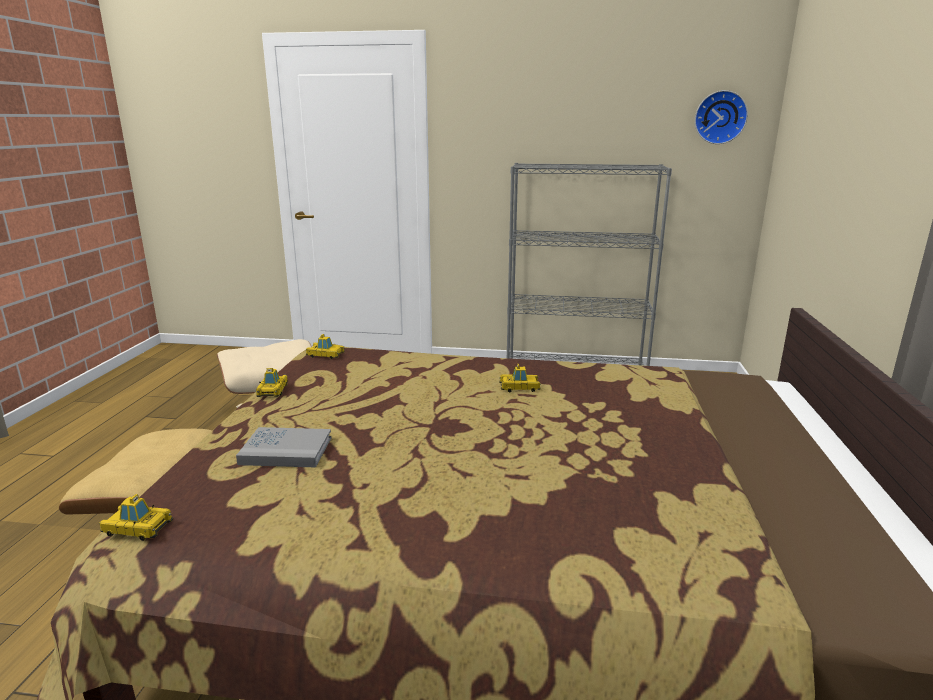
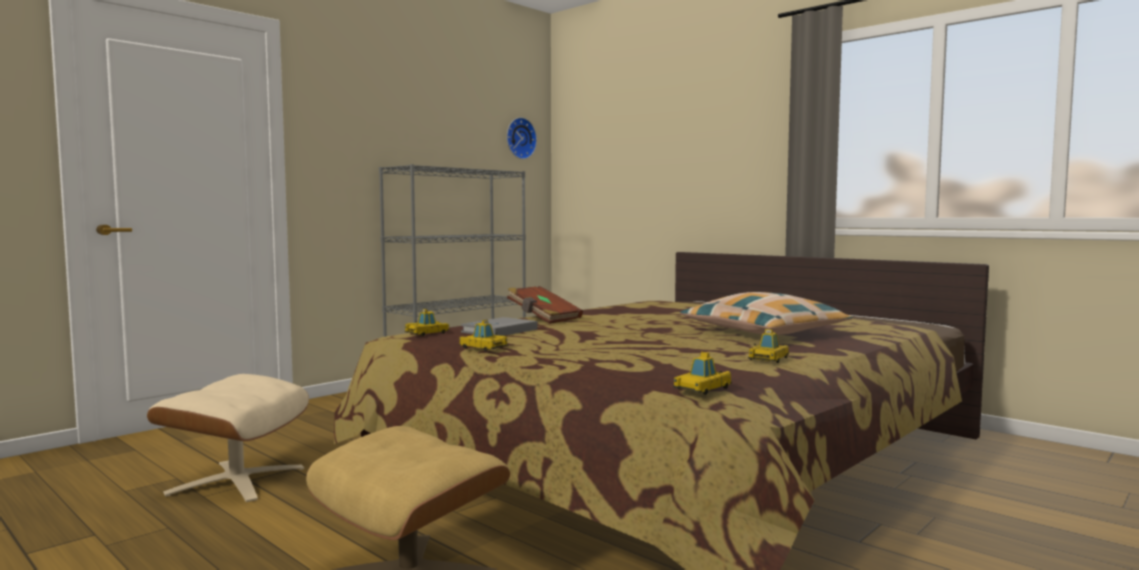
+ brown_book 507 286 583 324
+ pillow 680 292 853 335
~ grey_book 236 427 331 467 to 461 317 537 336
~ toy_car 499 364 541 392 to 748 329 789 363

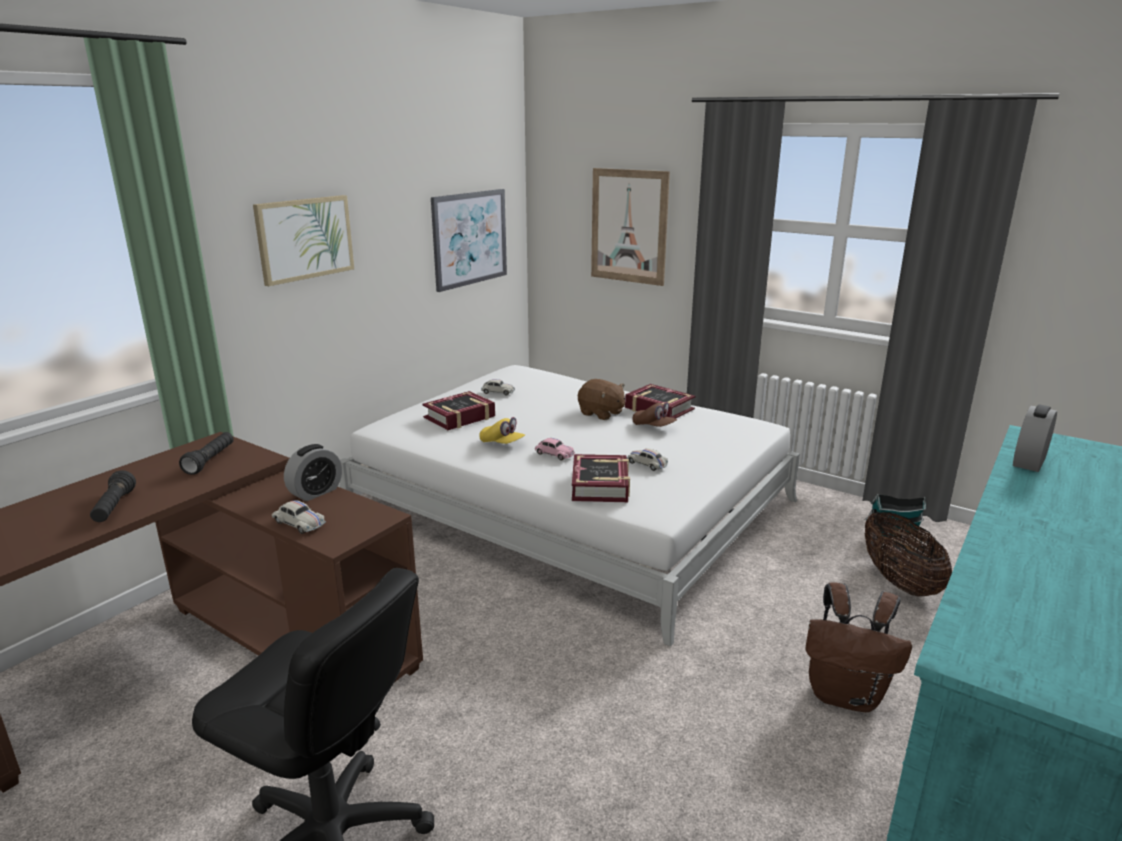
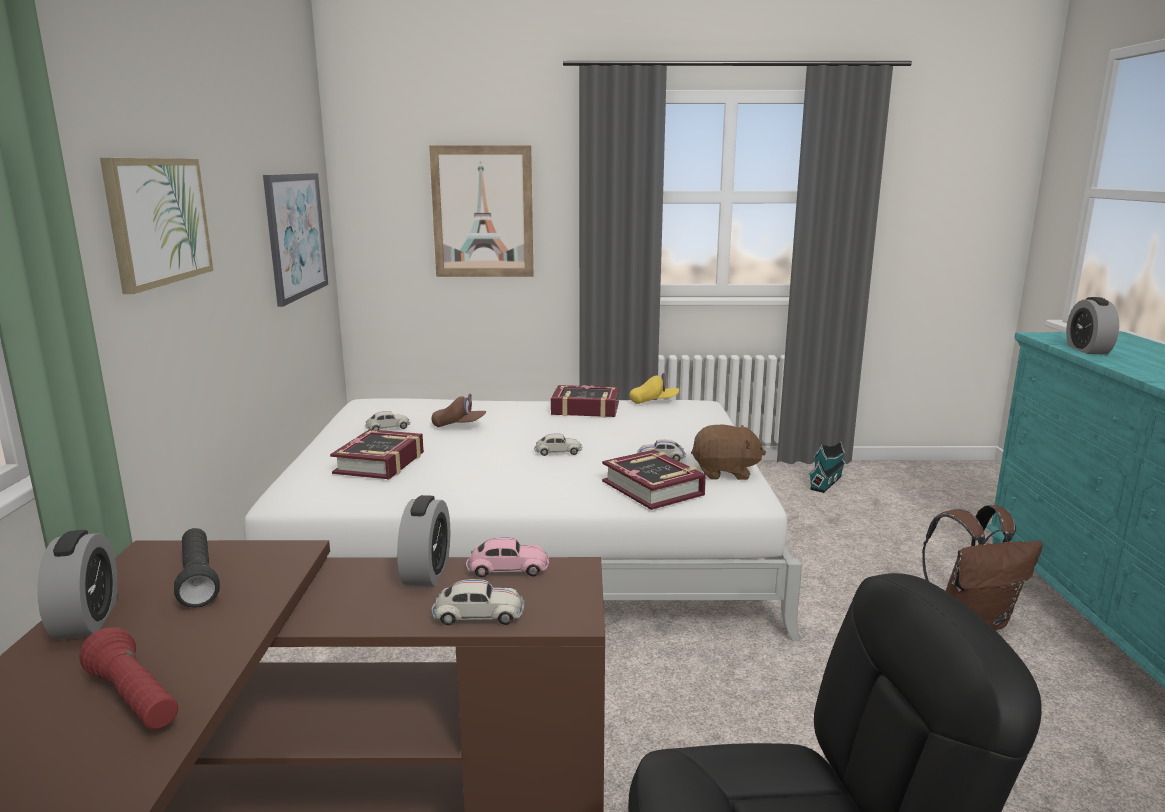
- basket 865 512 952 596
+ alarm_clock 38 530 118 640
+ white_toy_car 534 434 583 456
~ yellow_cap 479 417 525 444 to 629 373 679 404
~ pink_toy_car 535 438 575 460 to 466 537 549 578
~ brown_plush_toy 578 379 625 420 to 691 425 766 480
~ brown_cap 632 402 677 427 to 432 394 486 427
~ black_flashlight 90 470 136 522 to red_flashlight 80 627 178 730

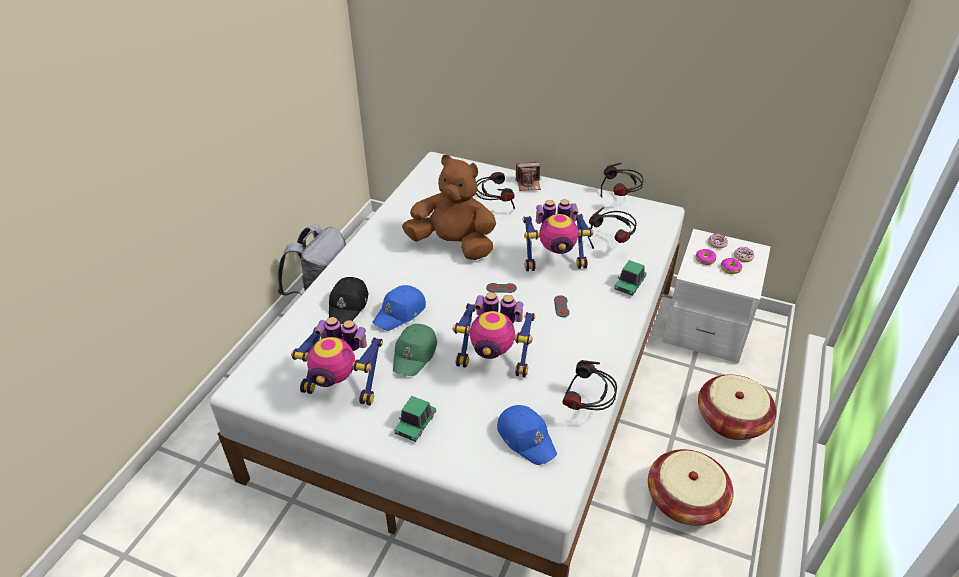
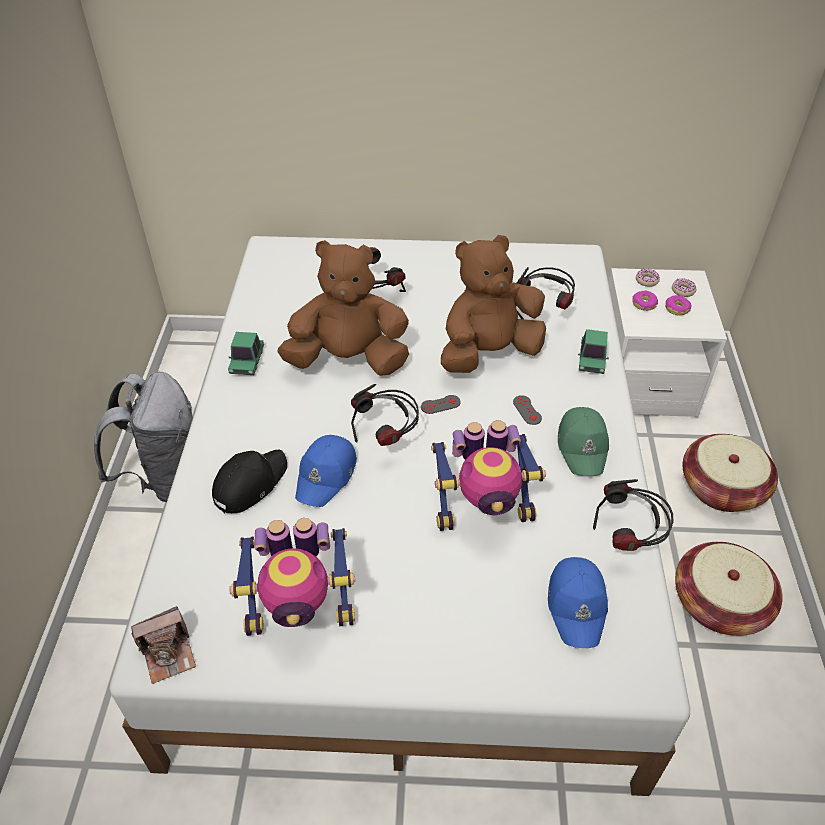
~ green_cap 393 324 437 376 to 558 407 609 476
~ toy_car 394 396 436 442 to 228 332 264 375
~ photo_camera 515 162 541 191 to 131 606 196 684
~ headphones 601 163 644 198 to 351 384 419 446
~ toy_robot 523 199 593 271 to brown_plush_toy 441 235 546 373
~ black_cap 329 277 369 324 = 212 449 287 513 135 degrees counterclockwise
~ blue_cap 497 405 557 465 = 548 557 608 648 60 degrees clockwise

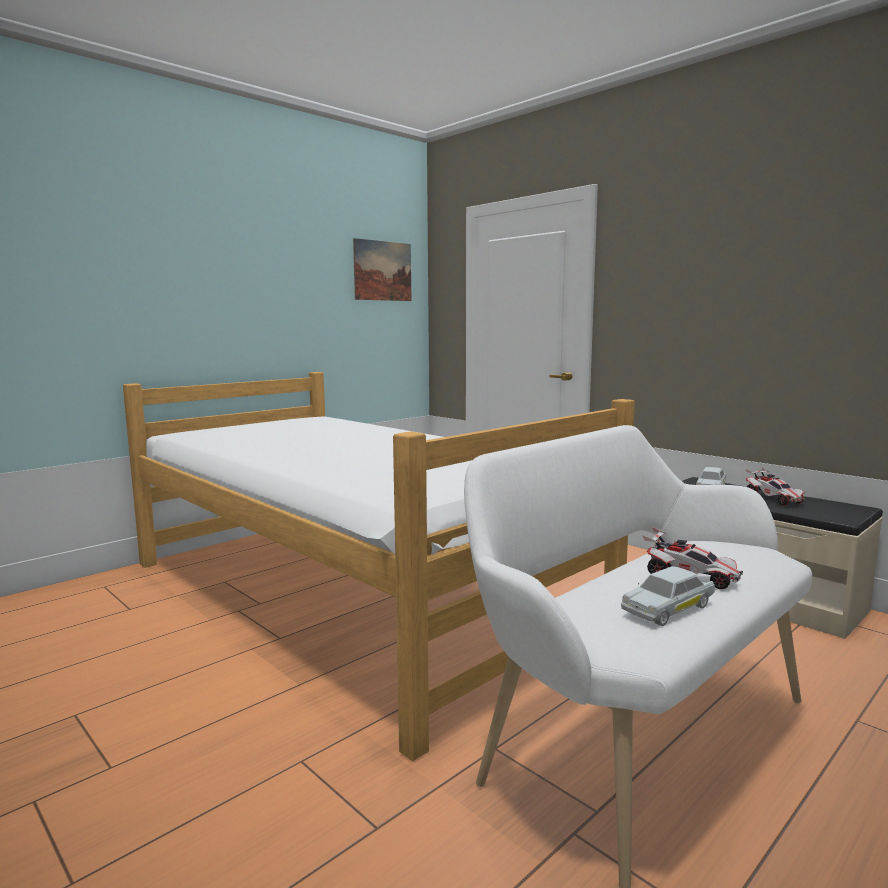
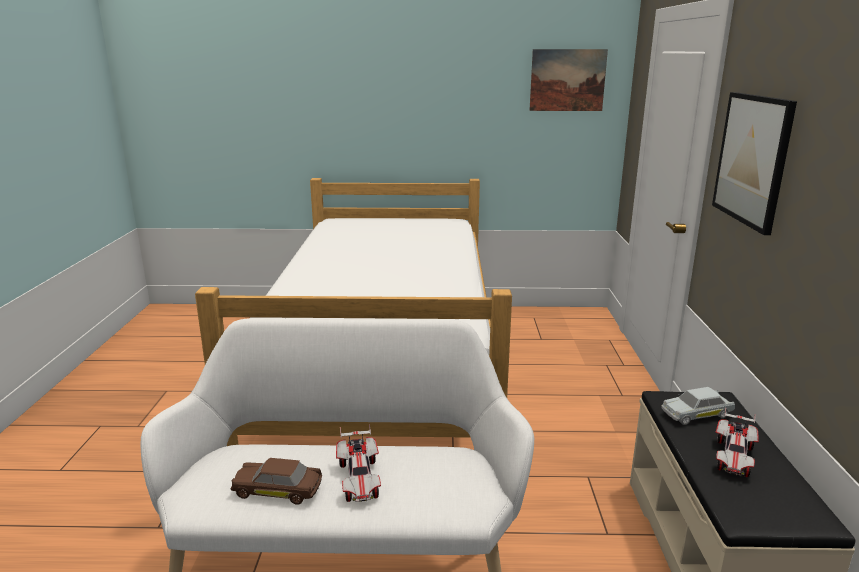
+ picture 712 92 797 235
~ white_toy_car 621 566 715 626 to brown_toy_car 230 458 322 505

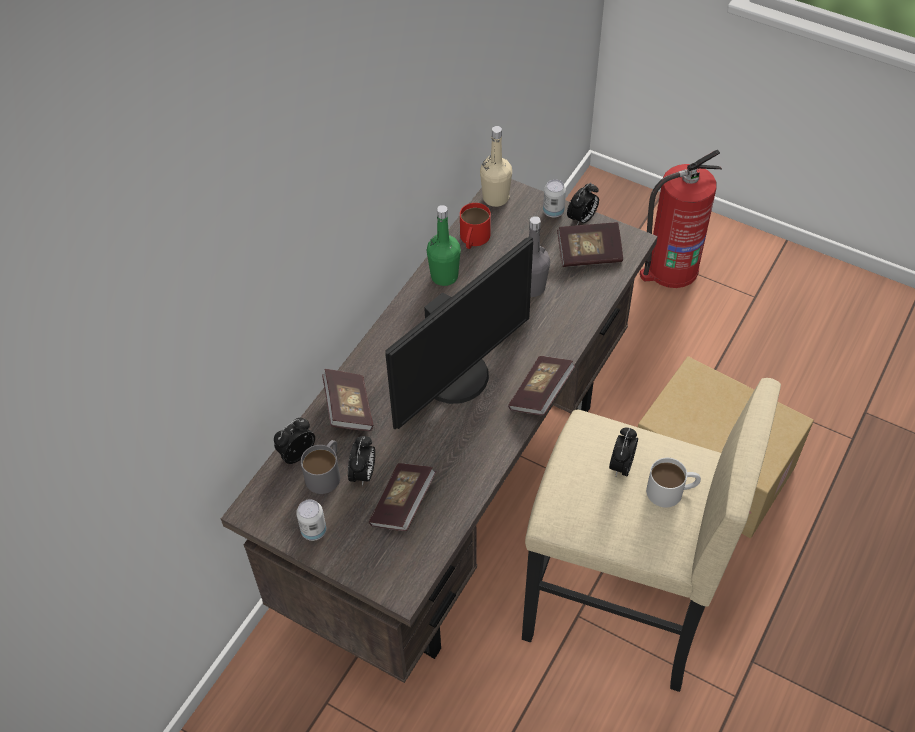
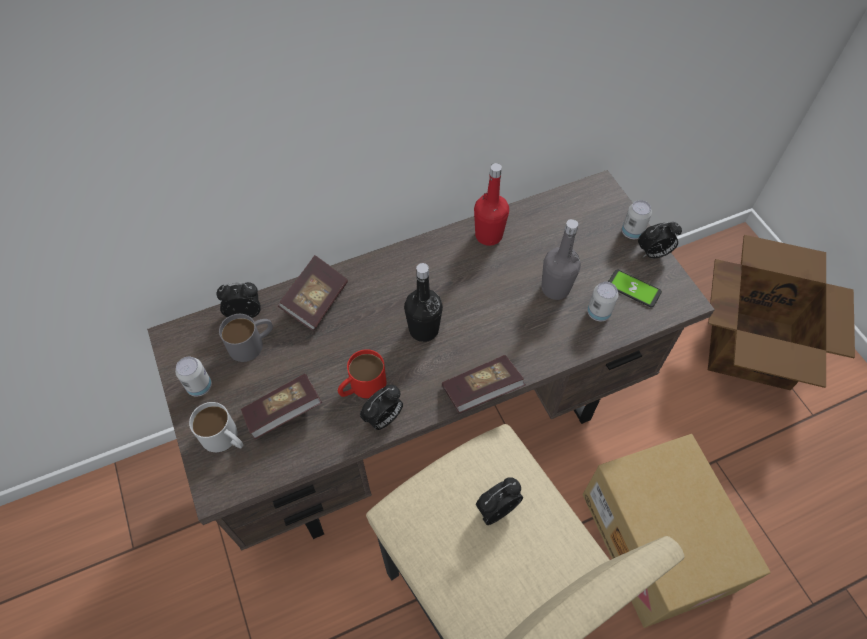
- beige_bottle 480 126 512 207
+ can 587 282 618 321
~ alarm_clock 348 436 375 486 to 360 385 403 430
~ red_mug 460 203 491 249 to 338 349 386 399
~ white_mug 646 458 701 508 to 189 402 244 452
~ monitor 385 237 533 430 to black_bottle 404 263 443 342
~ book 557 222 623 267 to phone 608 270 662 308
~ fire_extinguisher 640 149 722 288 to cardboard_box 708 235 855 390
~ green_bottle 427 205 461 286 to red_bottle 474 163 509 246

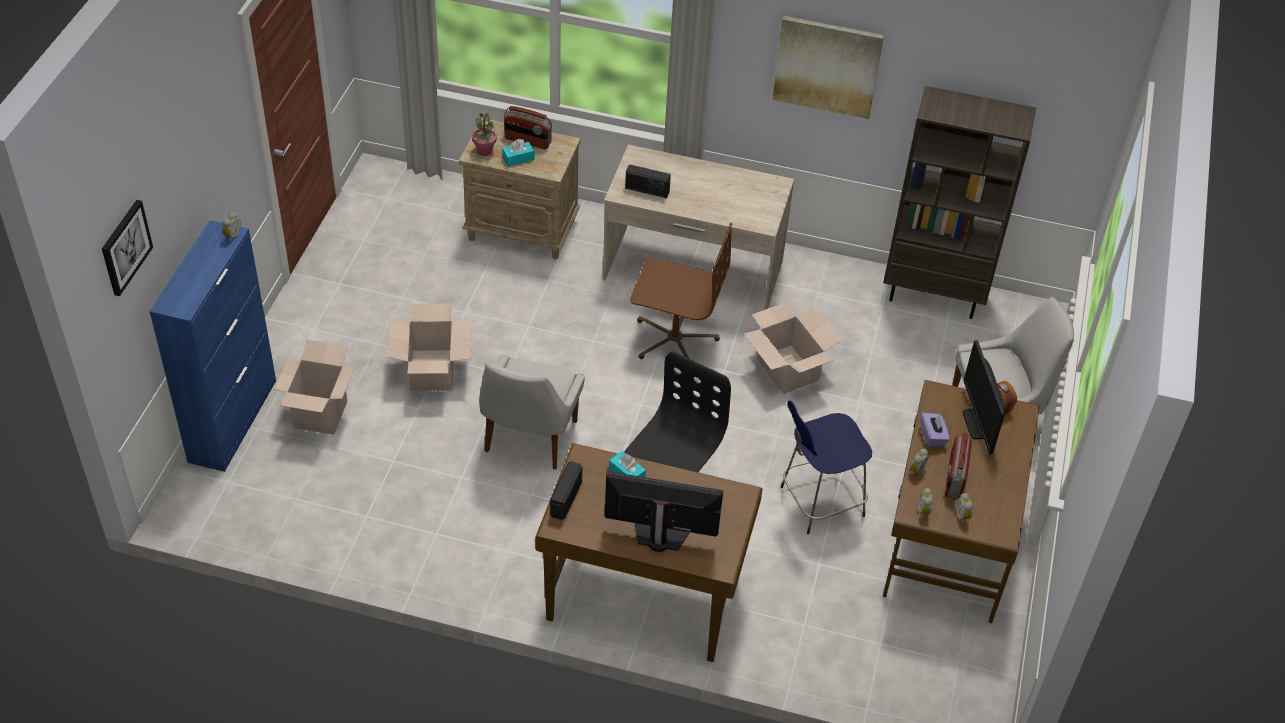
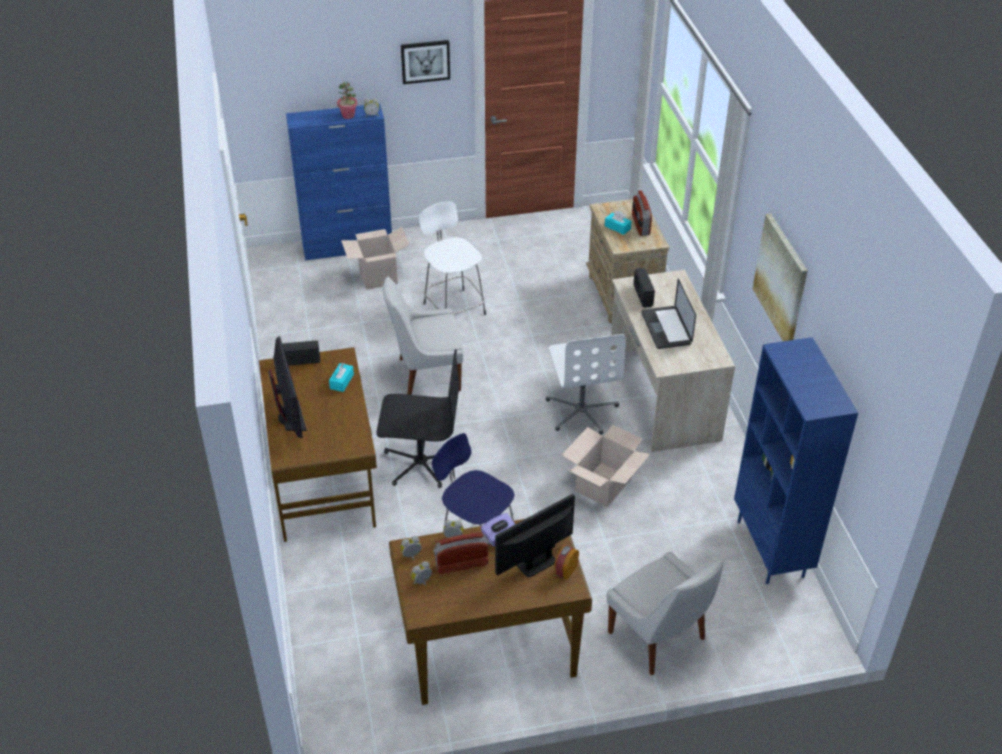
+ laptop 641 279 696 349
~ picture 102 200 153 296 to 401 40 450 84
~ potted_plant 472 113 497 156 to 337 82 357 119
~ cardboard_box 387 304 472 391 to white_stool 419 202 486 315
~ brown_office_chair 630 223 732 359 to white_office_chair 546 334 626 435
~ brown_bookcase 883 86 1036 319 to blue_bookcase 734 337 858 584

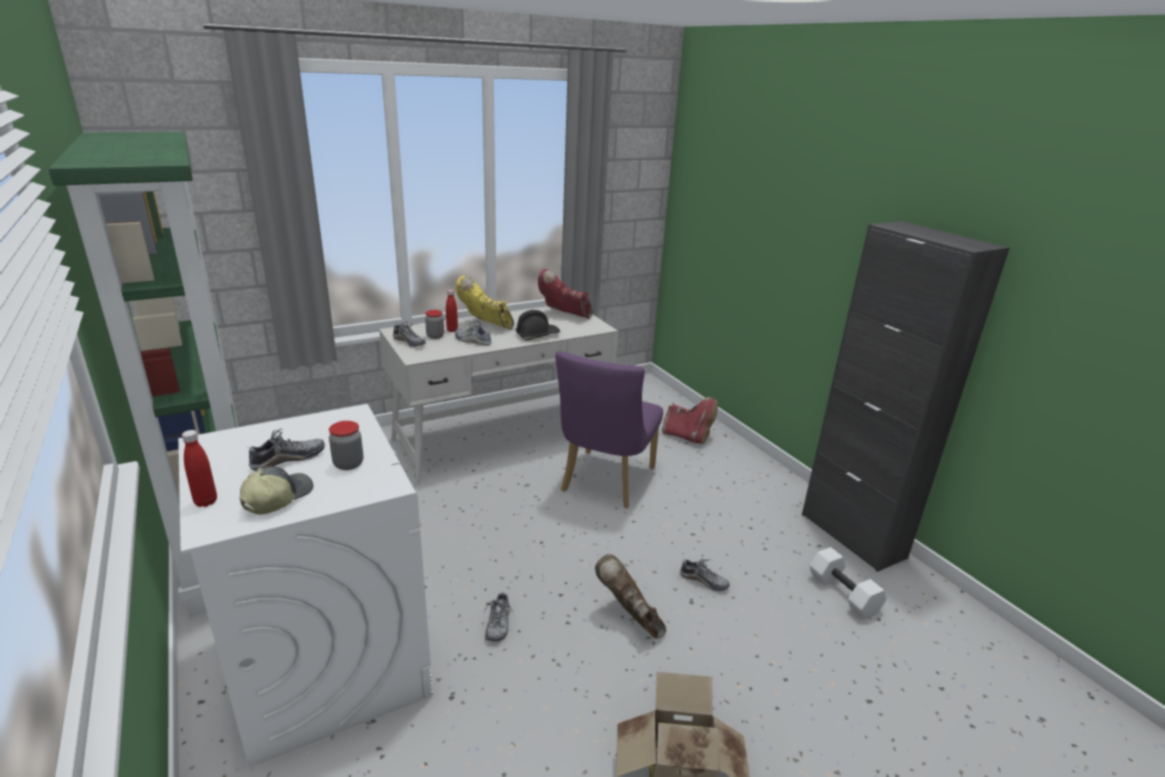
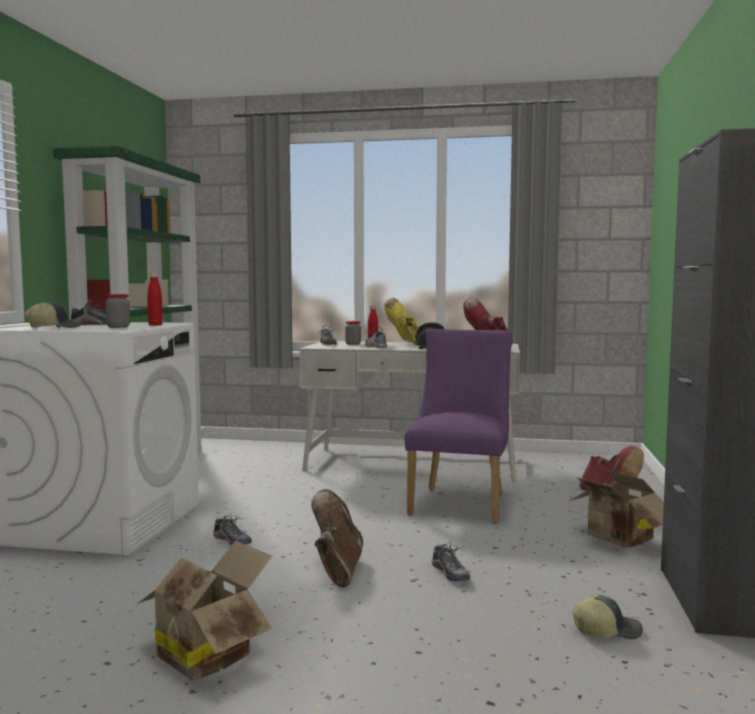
+ cardboard_box 569 470 664 548
~ red_bottle 182 430 217 507 to 147 272 163 326
~ white_dumbbell 810 547 886 620 to cap 572 595 643 639
~ shoe 483 593 513 642 = 213 513 252 545 90 degrees counterclockwise
~ purple_chair 556 351 663 508 = 404 329 512 523 135 degrees clockwise

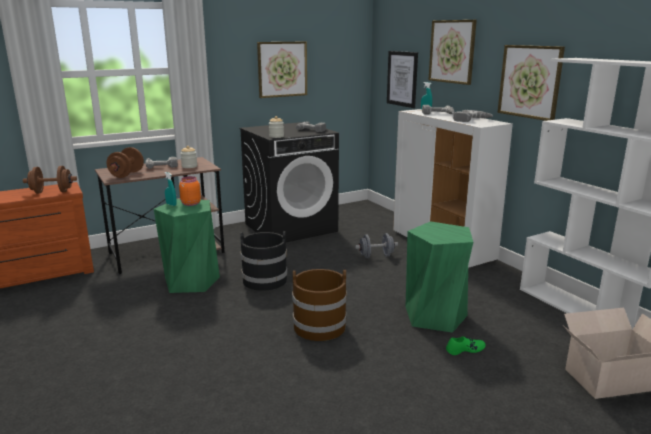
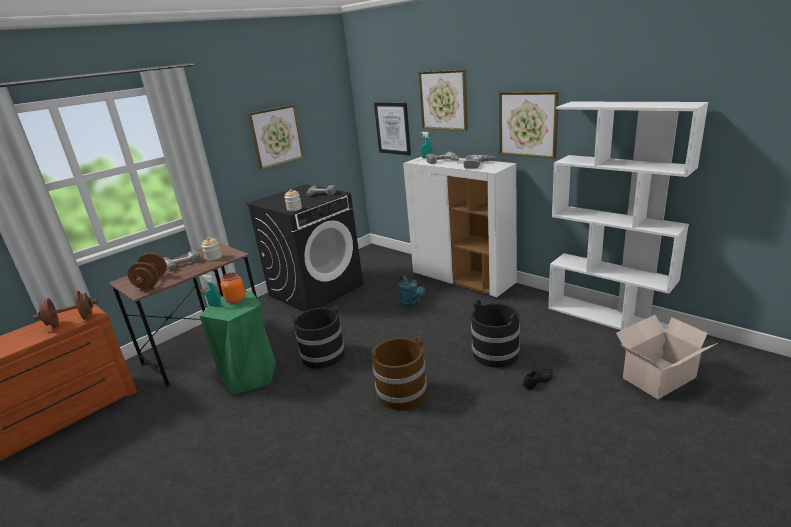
~ grey_dumbbell 355 233 398 258 to turquoise_watering_can 398 275 425 307
~ green_stool 406 221 473 333 to black_bucket 471 299 520 368
~ green_shoe 446 337 486 355 to black_shoe 522 369 553 390

